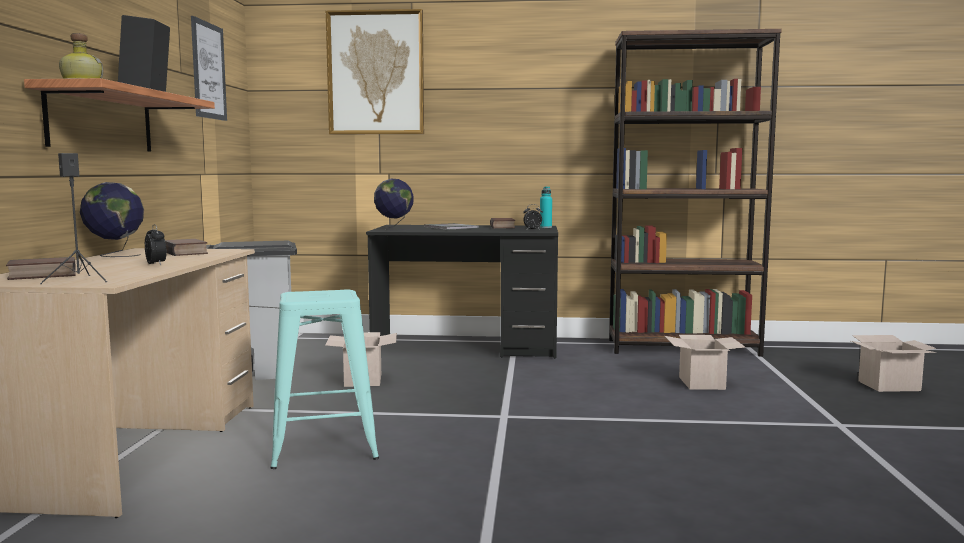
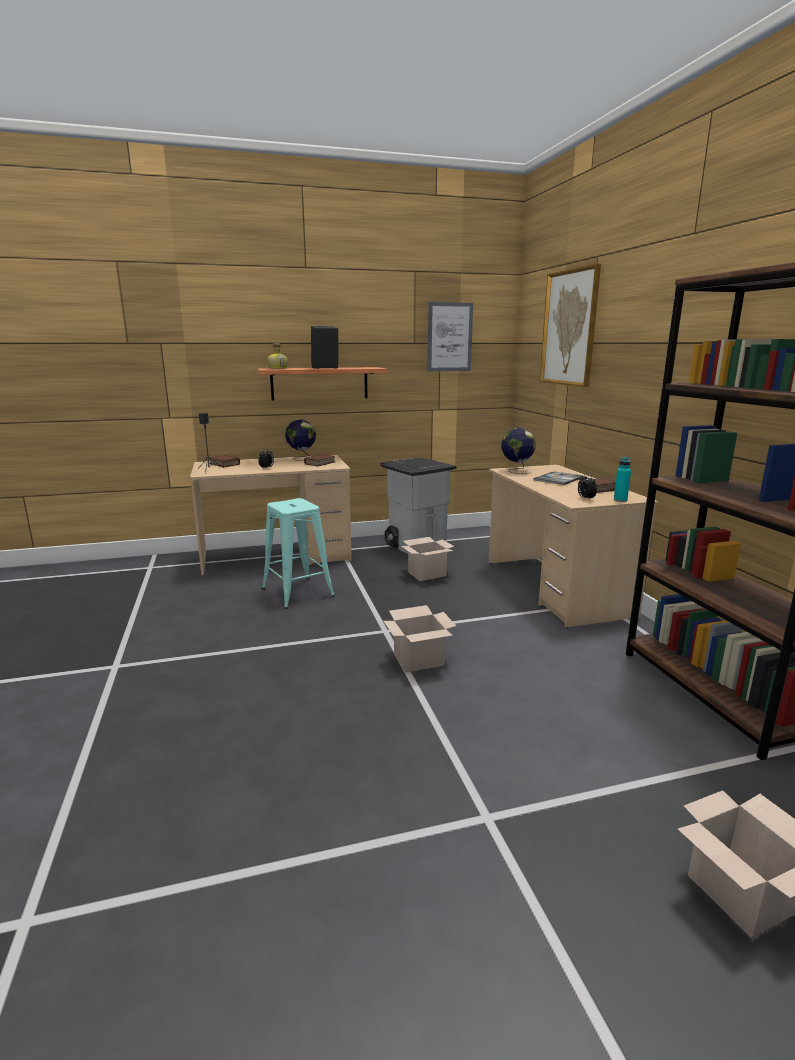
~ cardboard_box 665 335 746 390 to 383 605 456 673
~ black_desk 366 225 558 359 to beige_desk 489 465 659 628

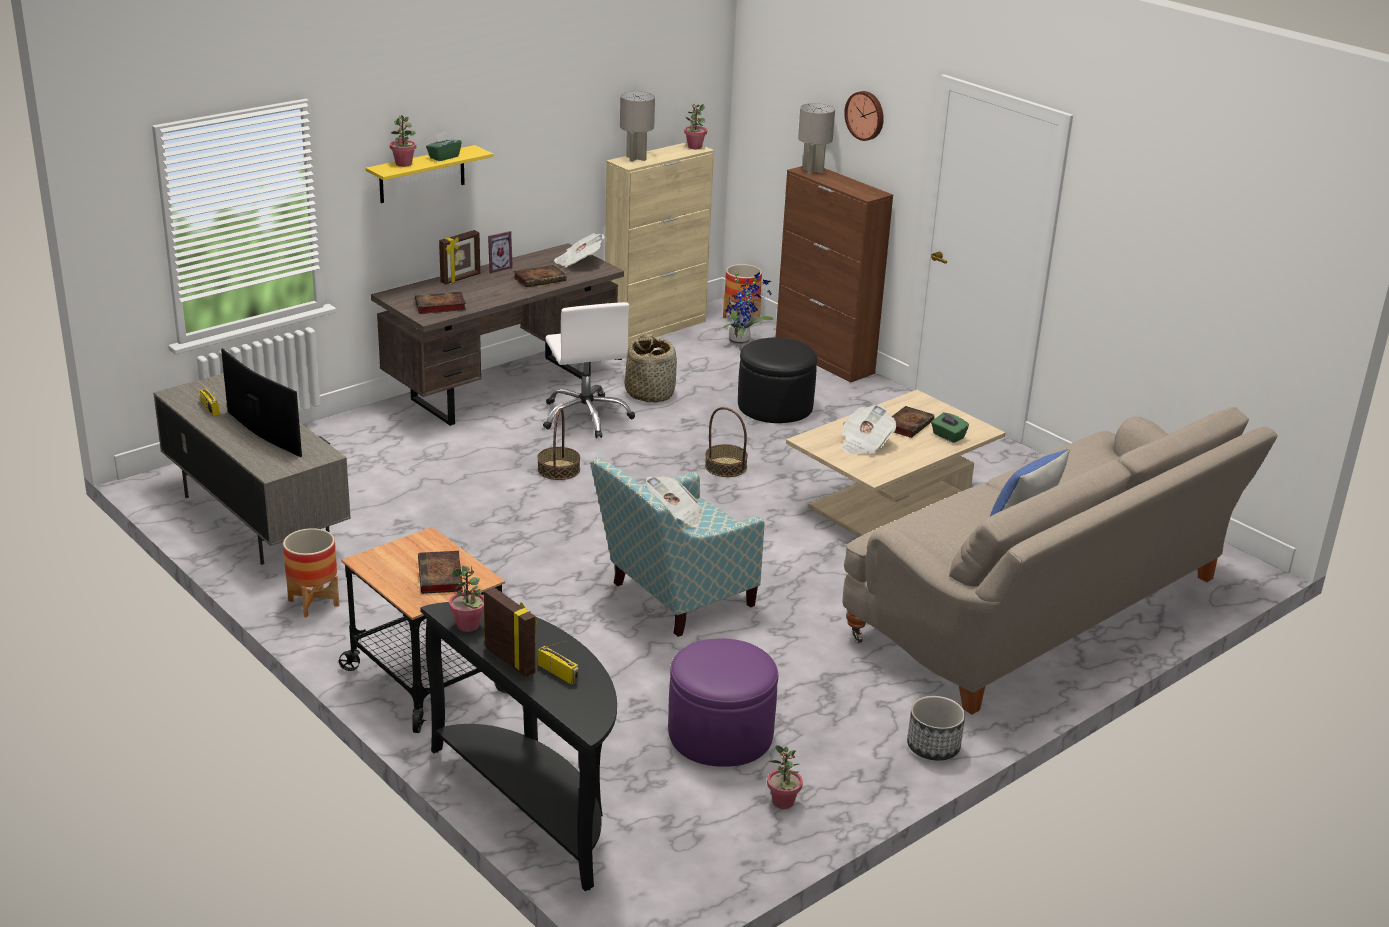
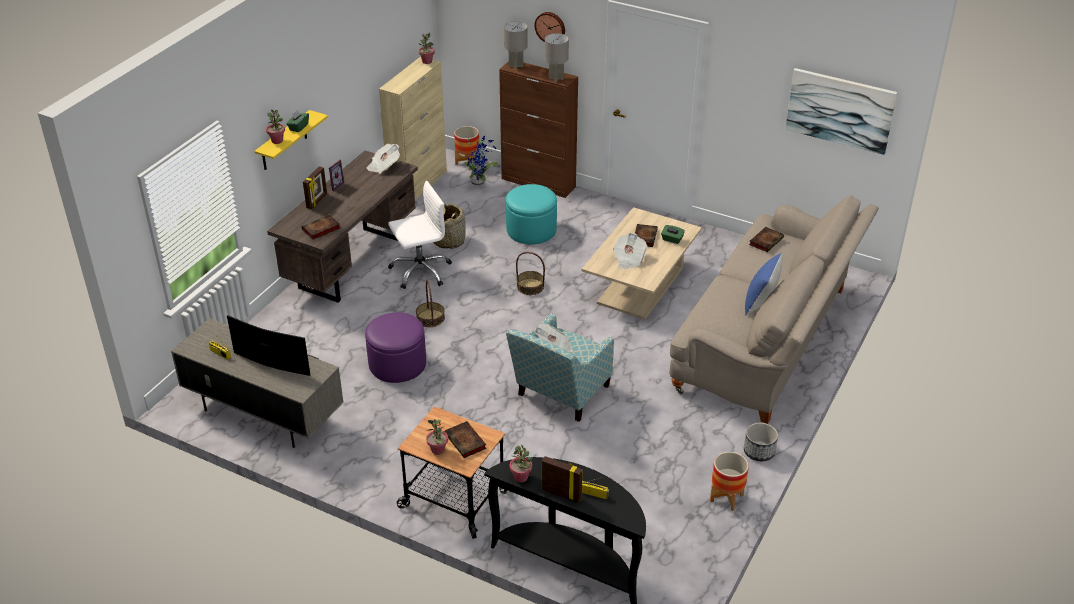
+ picture 785 68 897 155
~ planter 283 528 339 617 to 710 452 749 511
~ book 513 265 567 287 to 749 227 784 252
~ grey_table_lamp 620 91 655 162 to 545 33 569 82
~ purple_ottoman 668 638 778 767 to 365 312 426 383
~ potted_plant 767 745 803 809 to 426 419 448 455
~ black_ottoman 738 337 817 423 to turquoise_ottoman 506 184 557 244
~ white_office_chair 543 302 635 438 = 388 181 452 289 75 degrees counterclockwise

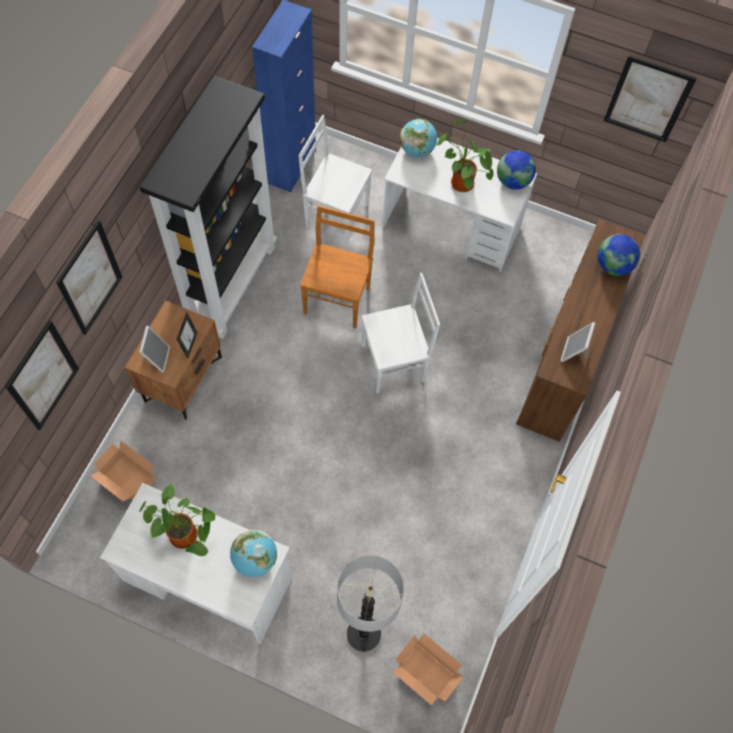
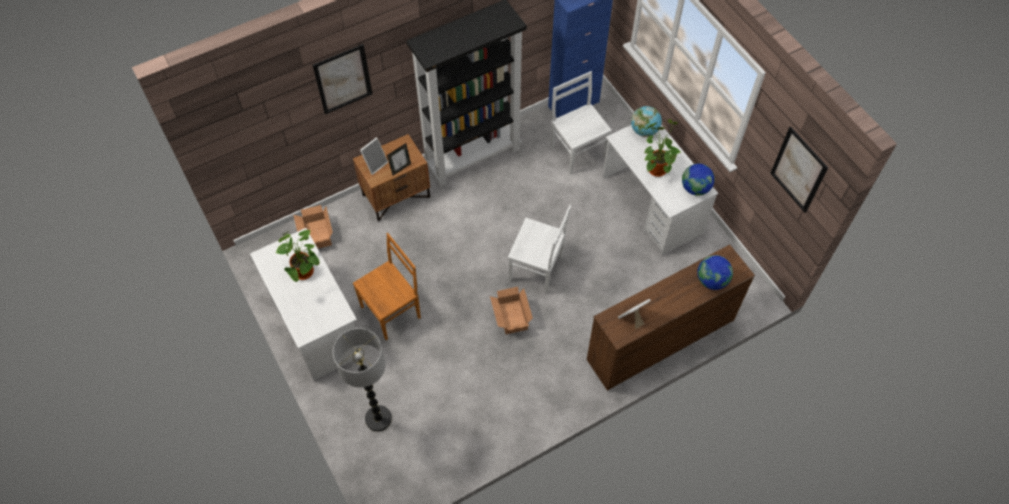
- picture 5 320 79 431
- globe 230 530 277 577
~ brown_chair 300 205 375 328 to 353 233 421 340
~ cardboard_box 393 633 464 706 to 490 287 533 334

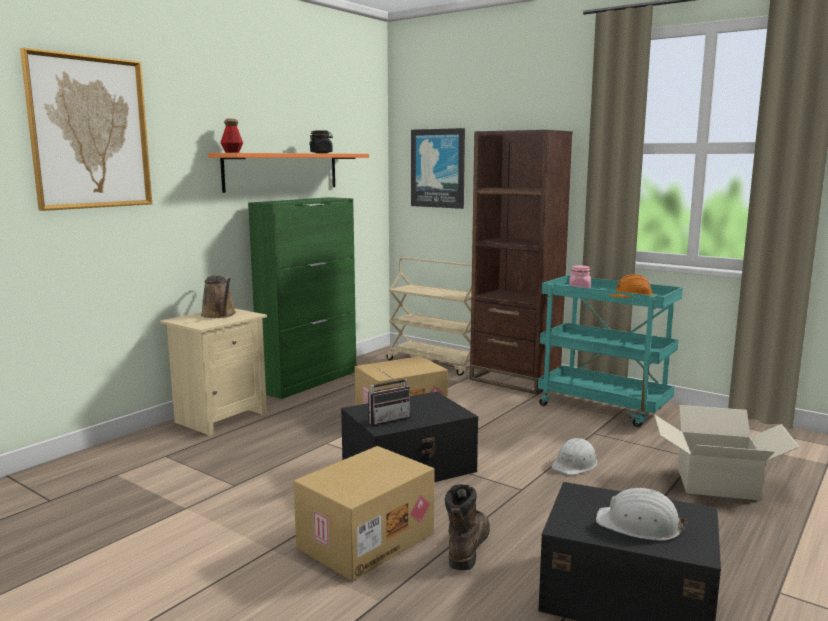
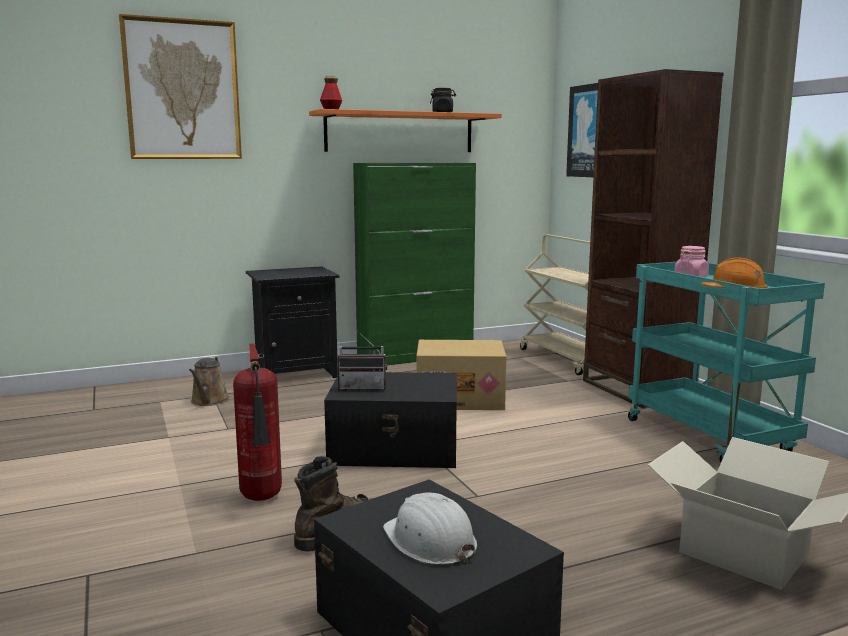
- white_hard_hat 551 438 598 475
~ brown_watering_can 201 275 236 318 to 189 357 229 406
~ cardboard_box 294 446 435 581 to fire_extinguisher 233 344 282 501
~ beige_nightstand 160 308 267 436 to black_nightstand 246 266 339 378

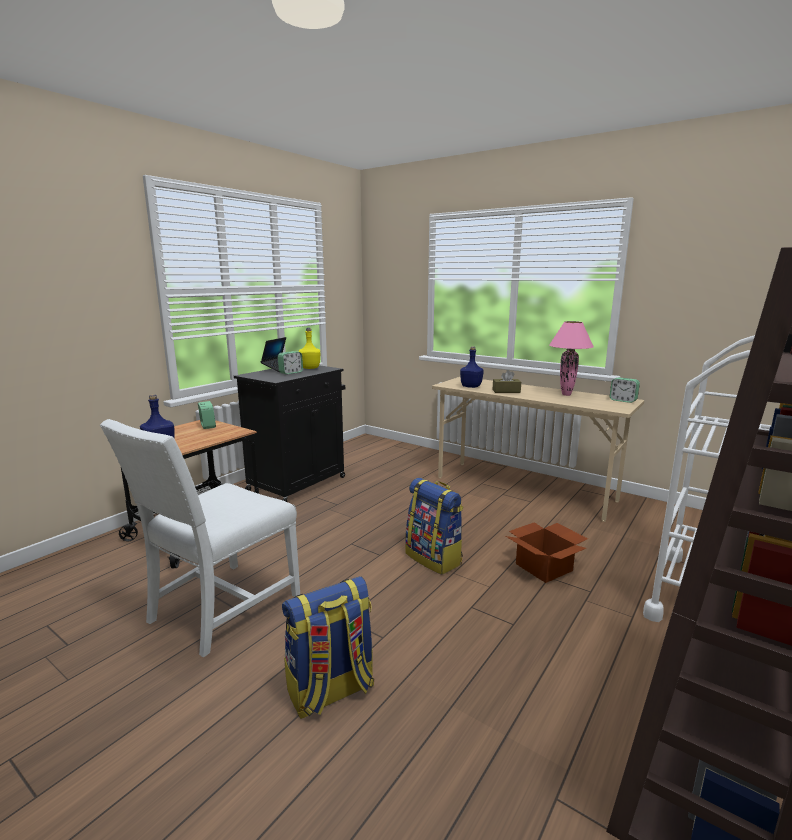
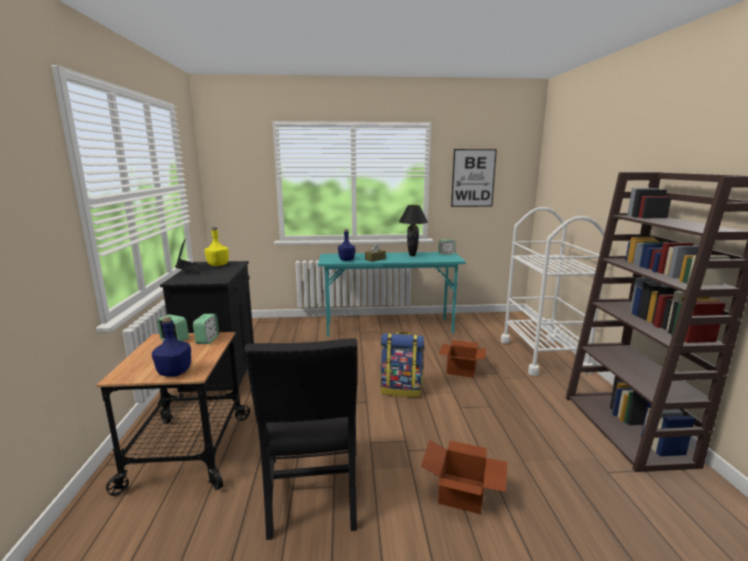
+ picture 451 149 497 207
~ alarm_clock 278 351 303 374 to 193 314 219 344
~ backpack 282 576 374 719 to cardboard_box 421 440 507 514
~ white_chair 100 419 300 658 to black_chair 245 338 357 540
~ beige_desk 432 377 644 522 to turquoise_desk 318 252 466 337
~ pink_table_lamp 549 321 594 396 to black_table_lamp 399 205 428 256

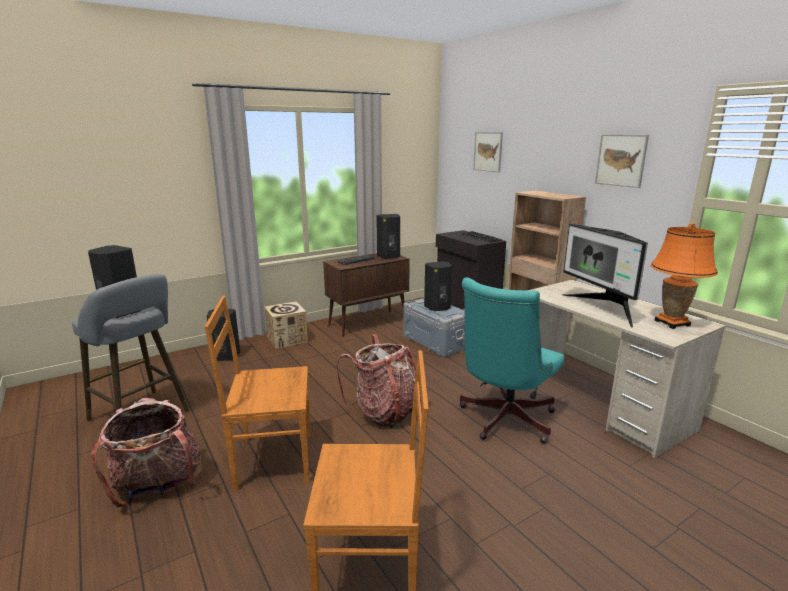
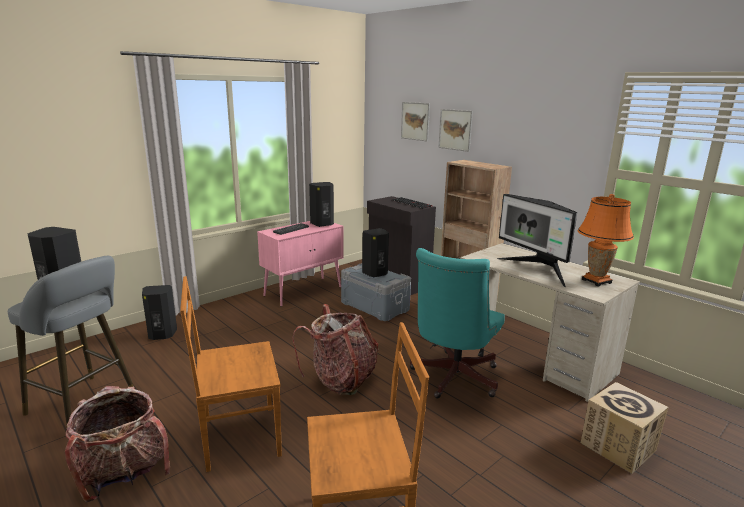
~ cardboard_box 264 301 308 349 to 581 382 668 474
~ picture 595 134 649 188 to 438 109 473 152
~ brown_cabinet 323 253 410 337 to pink_cabinet 257 221 343 307

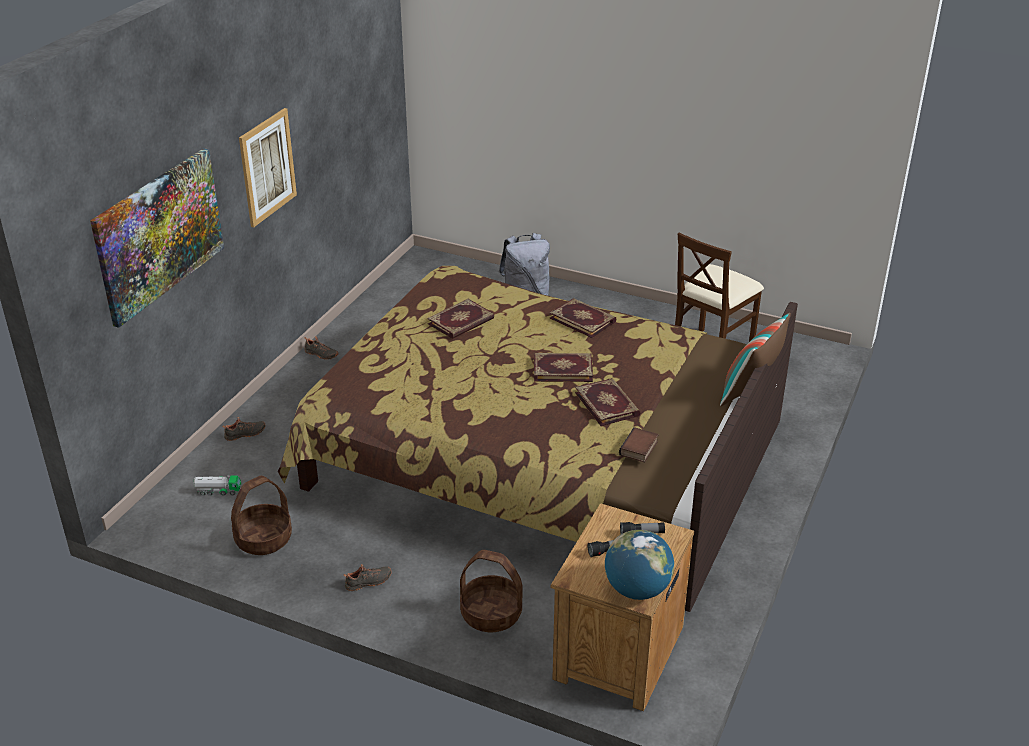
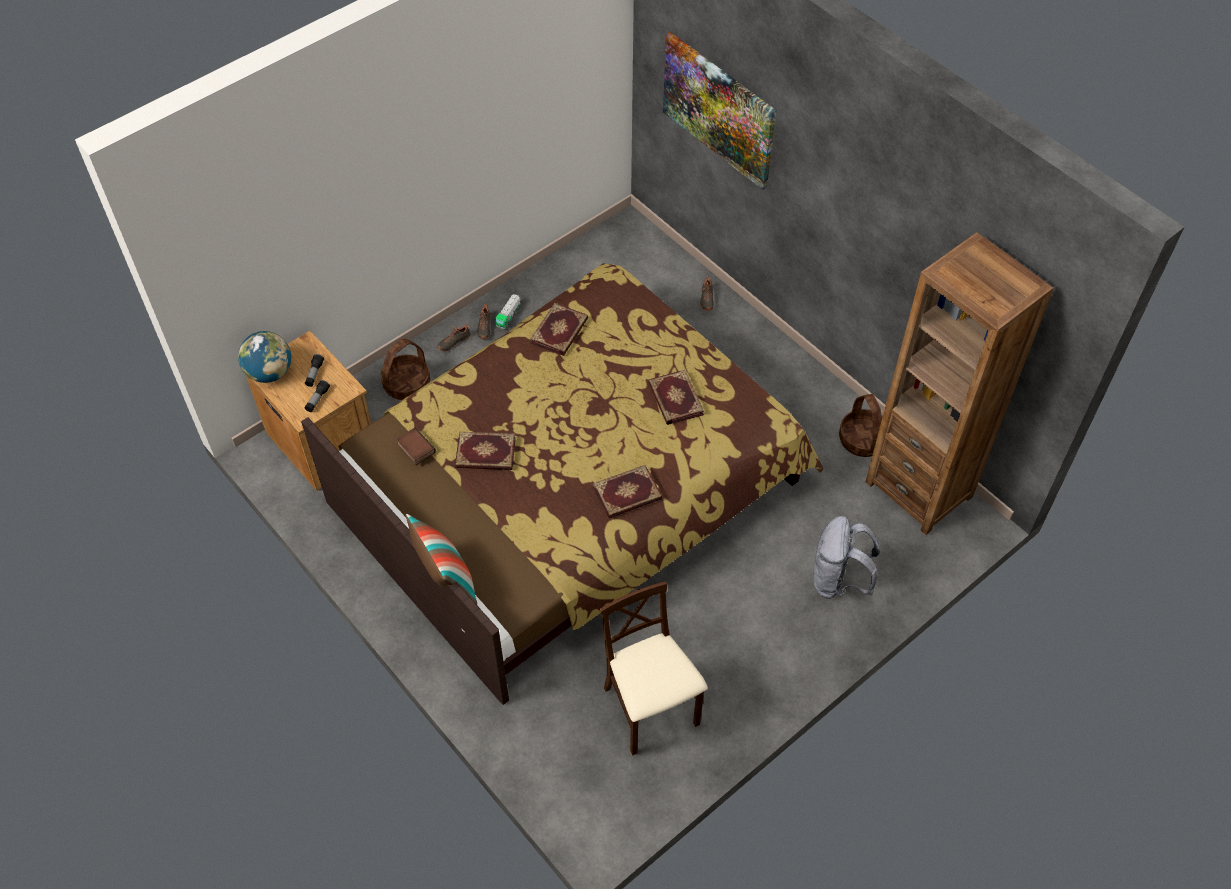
- picture 239 108 297 227
+ brown_bookcase 865 232 1054 535
~ toy_truck 194 474 242 496 to 495 294 521 329
~ basket 231 476 292 555 to 839 394 883 457
~ black_shoe 304 336 339 360 to 437 324 471 351
~ book 534 353 593 382 to 530 303 588 356

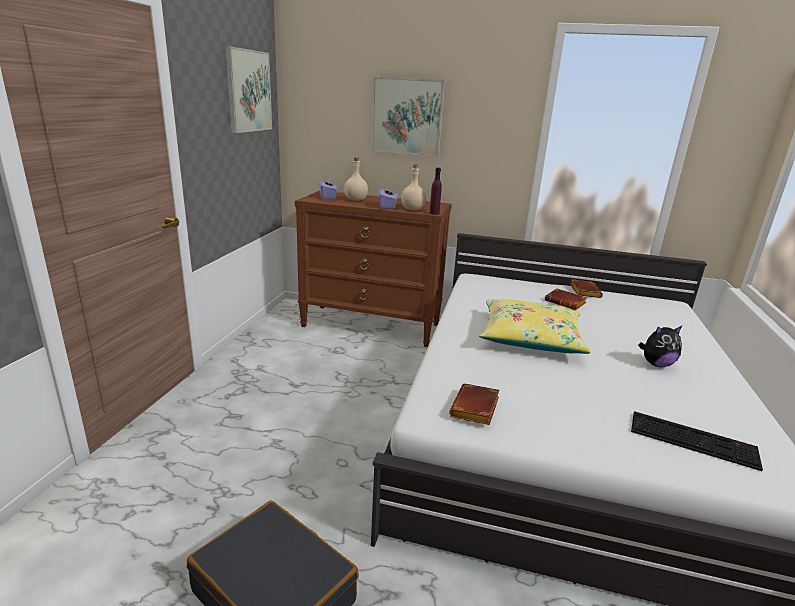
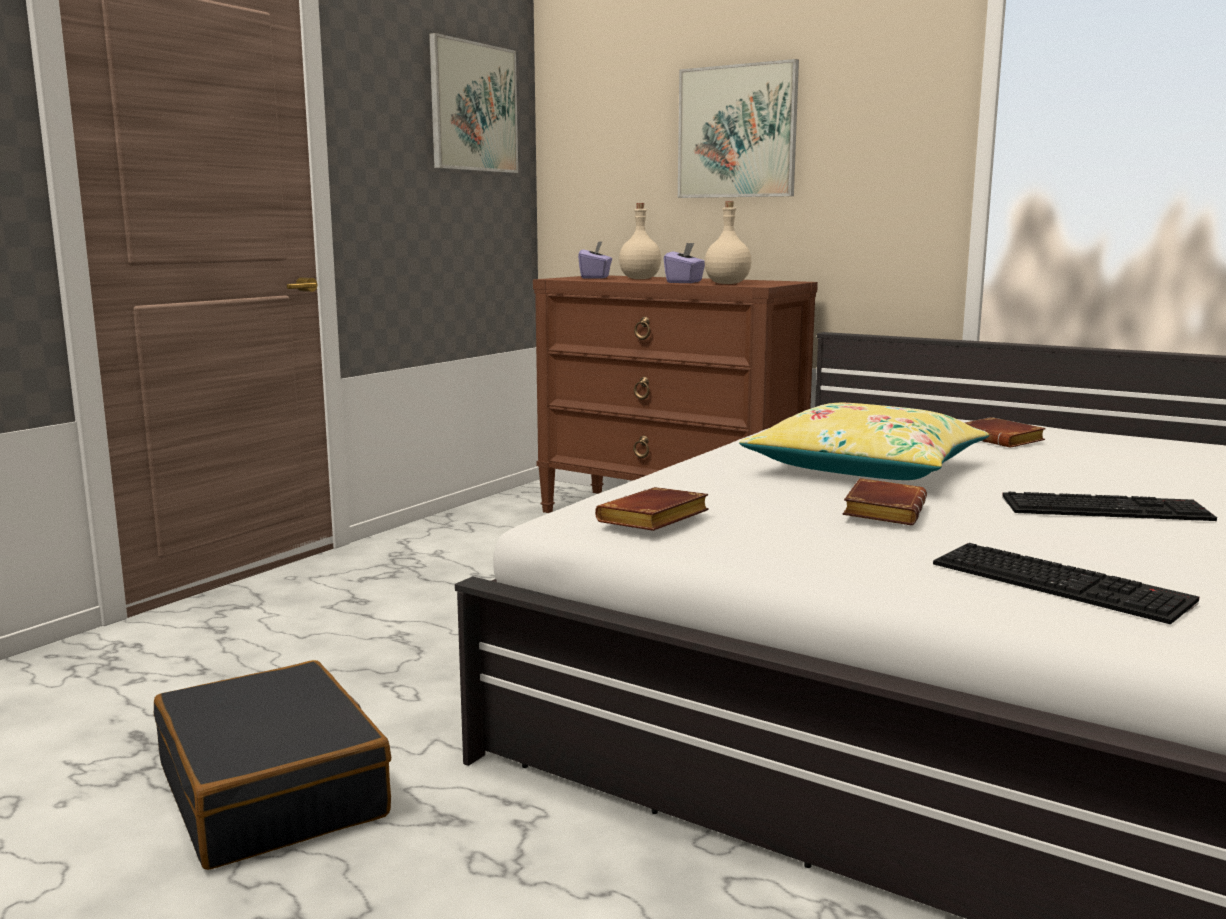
- purple_bottle 430 168 442 215
~ brown_book 570 279 603 298 to 843 478 927 525
~ plush_toy 638 326 682 367 to keyboard 1002 492 1217 521

